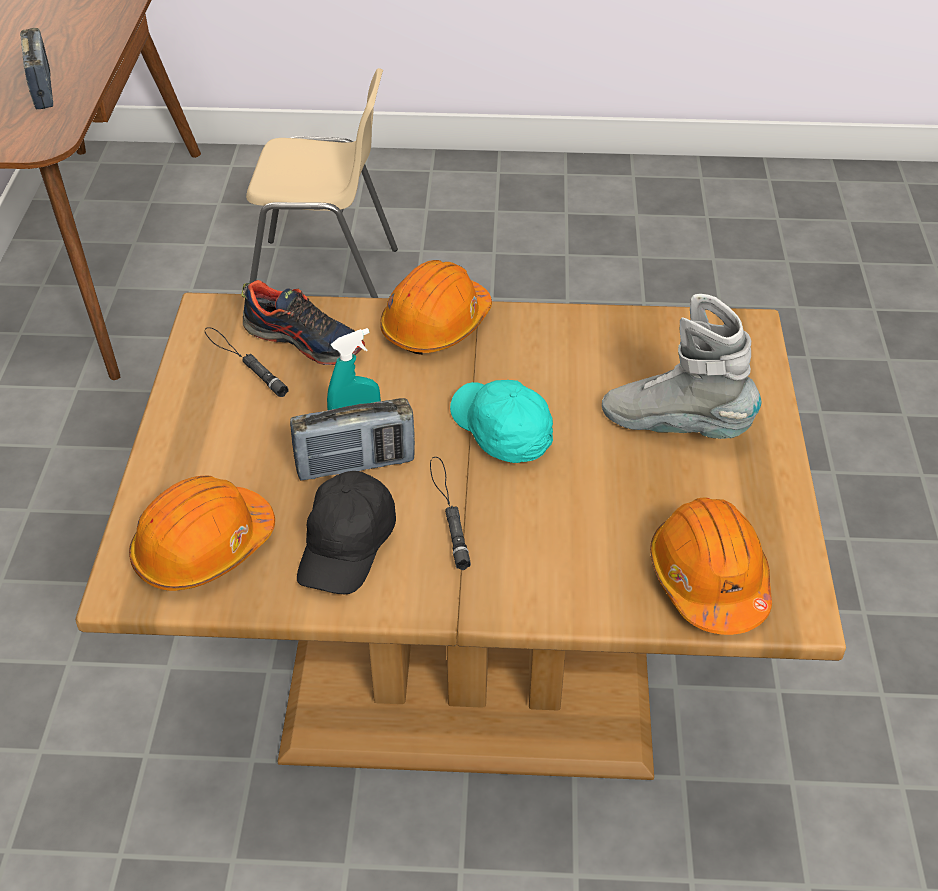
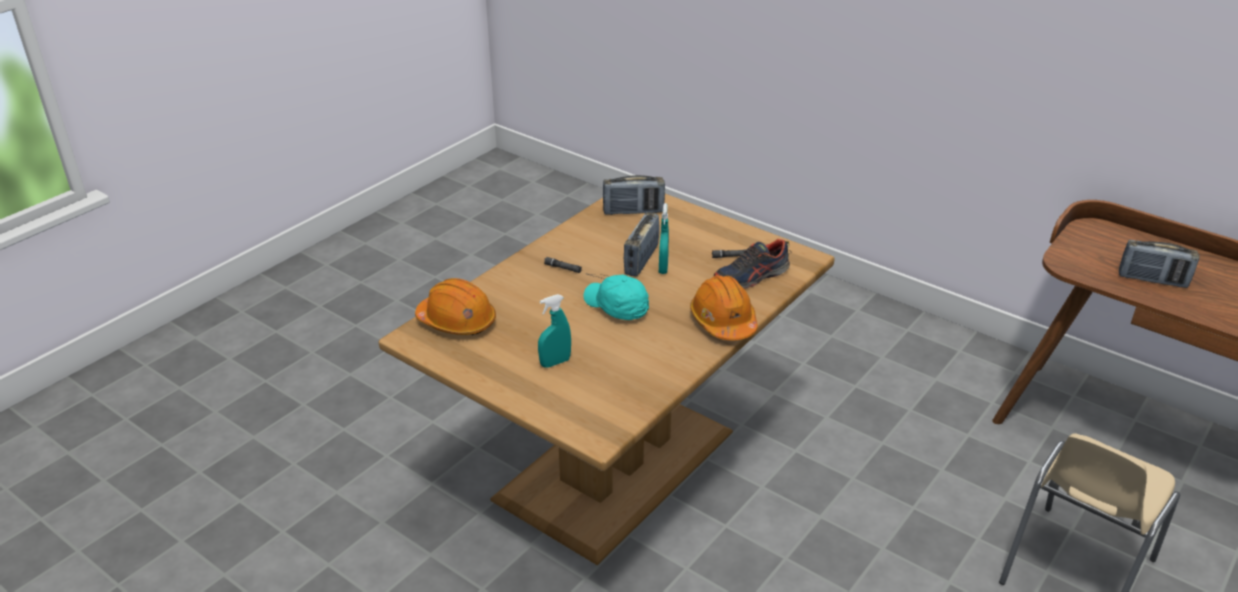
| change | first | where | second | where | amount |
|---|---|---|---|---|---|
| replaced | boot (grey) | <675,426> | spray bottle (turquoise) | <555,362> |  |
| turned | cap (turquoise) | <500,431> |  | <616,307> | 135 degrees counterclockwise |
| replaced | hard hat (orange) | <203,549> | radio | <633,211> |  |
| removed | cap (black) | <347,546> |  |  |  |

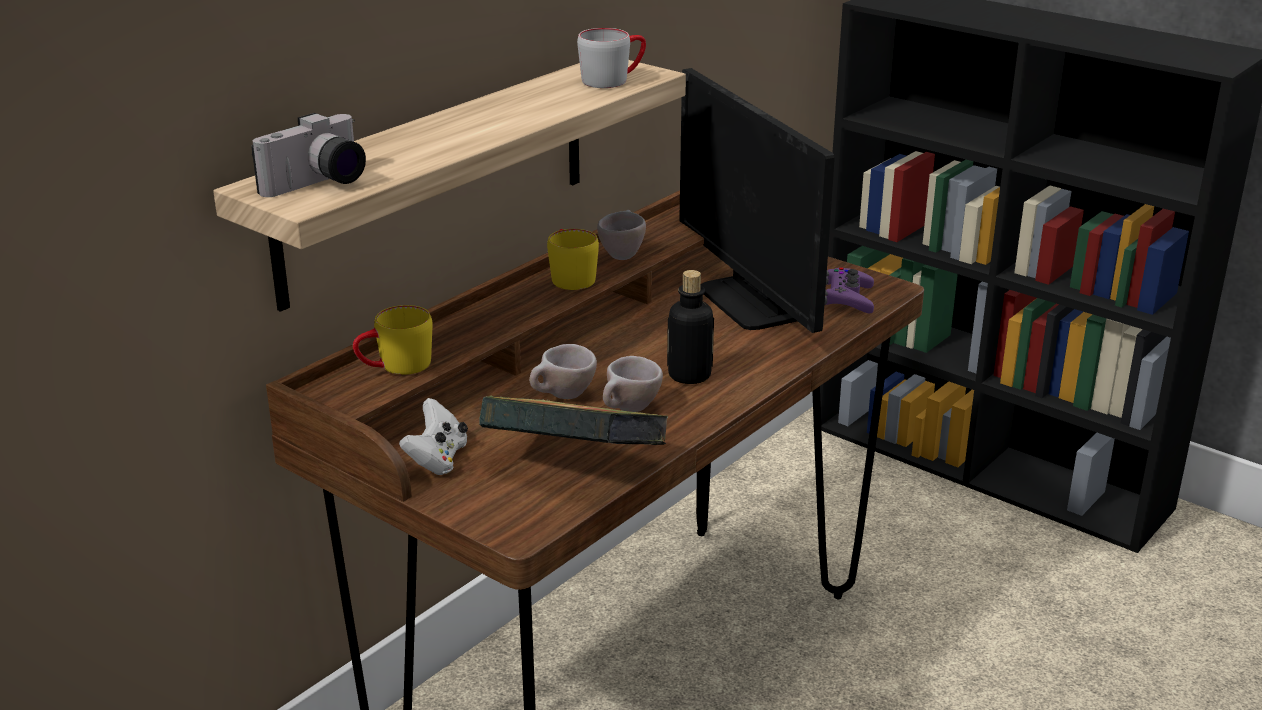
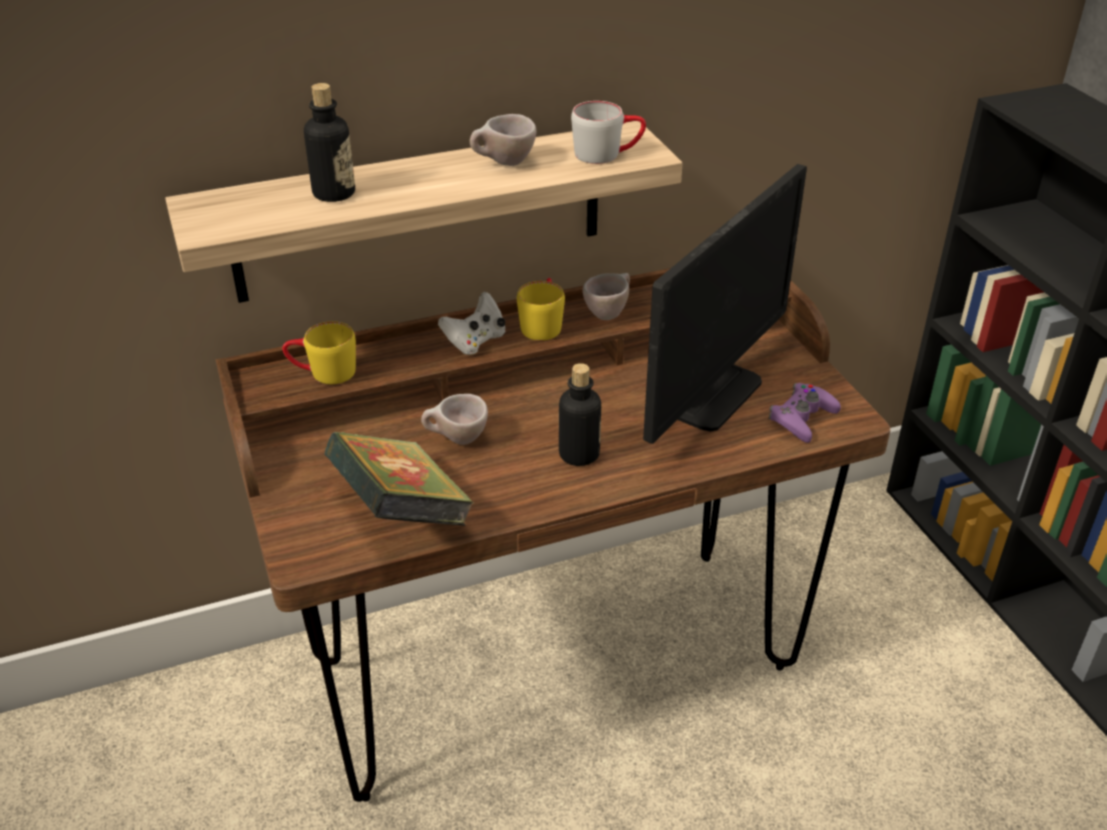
| change | first | where | second | where | amount |
|---|---|---|---|---|---|
| added |  |  | bottle | <334,193> |  |
| moved | game controller (white) | <437,459> |  | <475,341> |  |
| moved | cup (beige) | <629,411> |  | <503,164> |  |
| turned | monitor | <752,302> |  | <709,394> | 150 degrees counterclockwise |
| removed | photo camera | <319,185> |  |  |  |

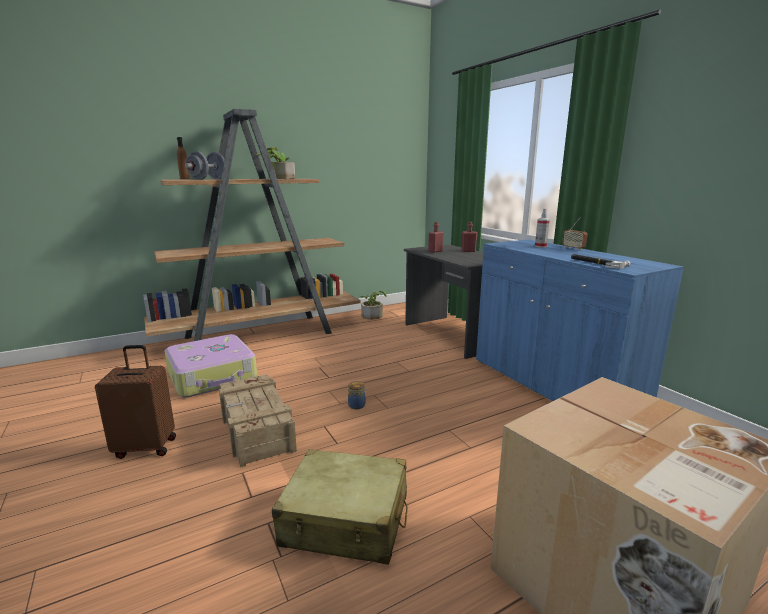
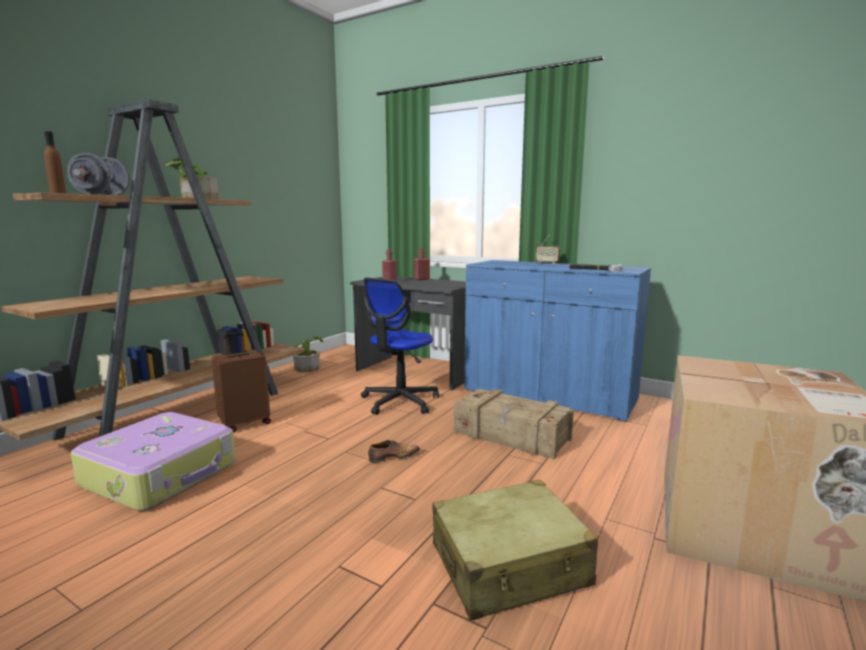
| change | first | where | second | where | amount |
|---|---|---|---|---|---|
| moved | suitcase (brown) | <146,447> |  | <245,423> |  |
| added |  |  | office chair | <400,401> |  |
| replaced | jar | <356,405> | shoe | <393,457> |  |
| moved | crate | <256,430> |  | <512,436> |  |
| removed | spray bottle | <540,246> |  |  |  |

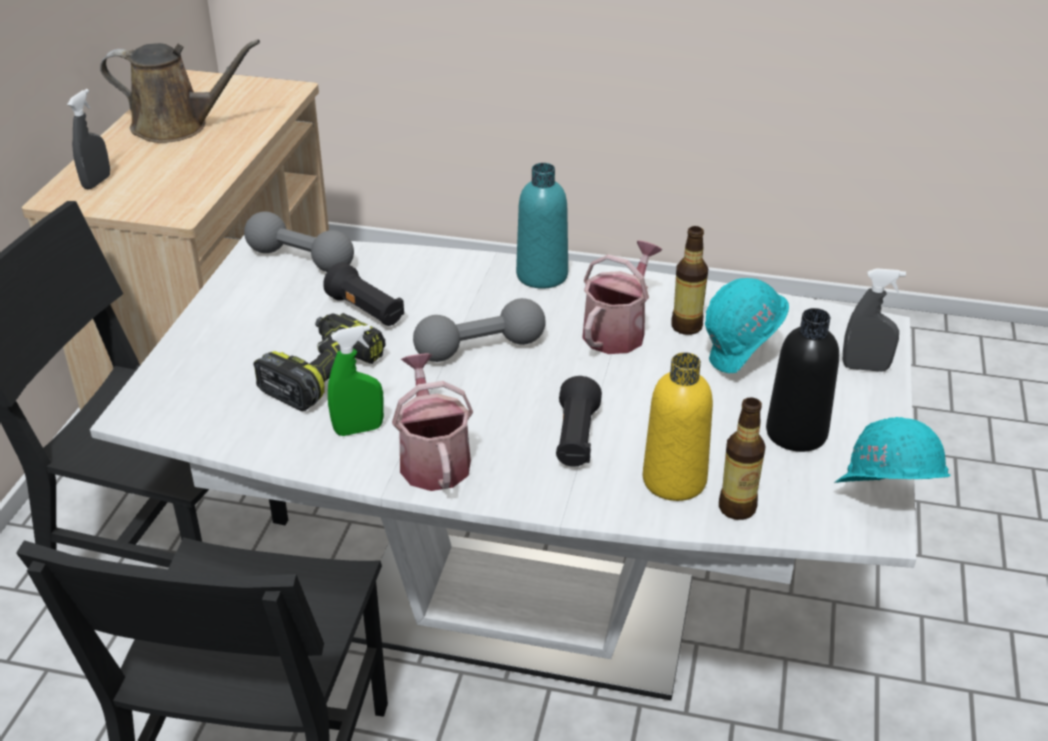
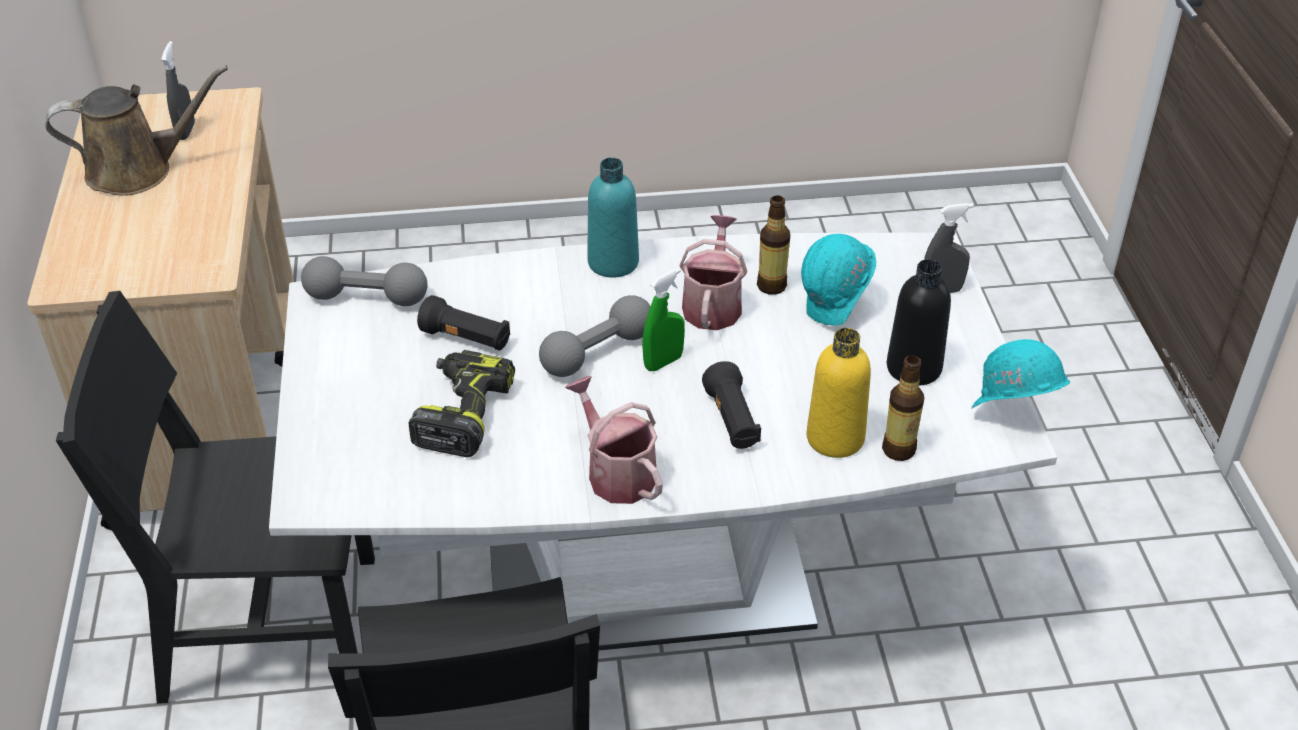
| change | first | where | second | where | amount |
|---|---|---|---|---|---|
| moved | spray bottle (grey) | <97,182> |  | <186,131> |  |
| moved | spray bottle (green) | <359,429> |  | <663,362> |  |

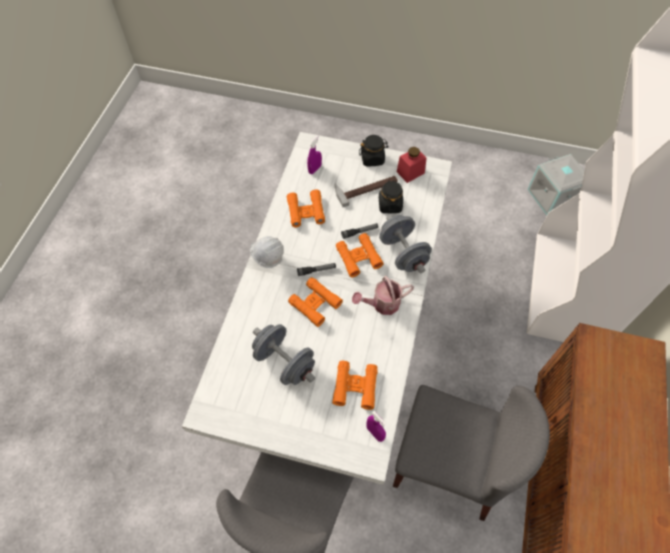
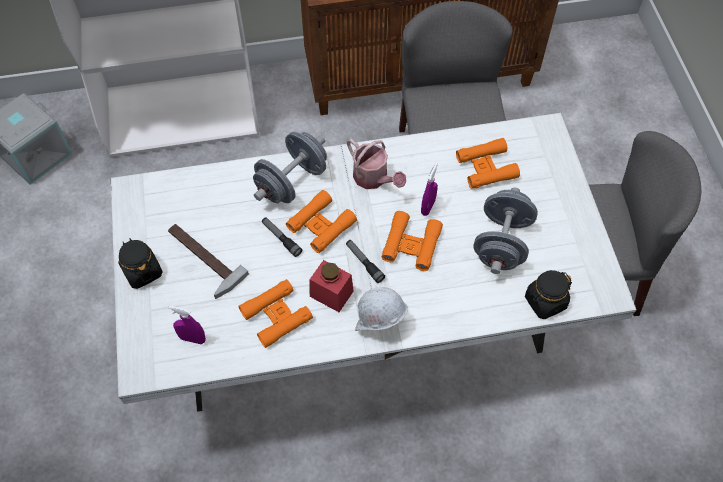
| change | first | where | second | where | amount |
|---|---|---|---|---|---|
| moved | jar (red) | <410,172> |  | <331,293> |  |
| moved | spray bottle (purple) | <375,433> |  | <428,207> |  |
| moved | jar (black) | <390,205> |  | <545,302> |  |

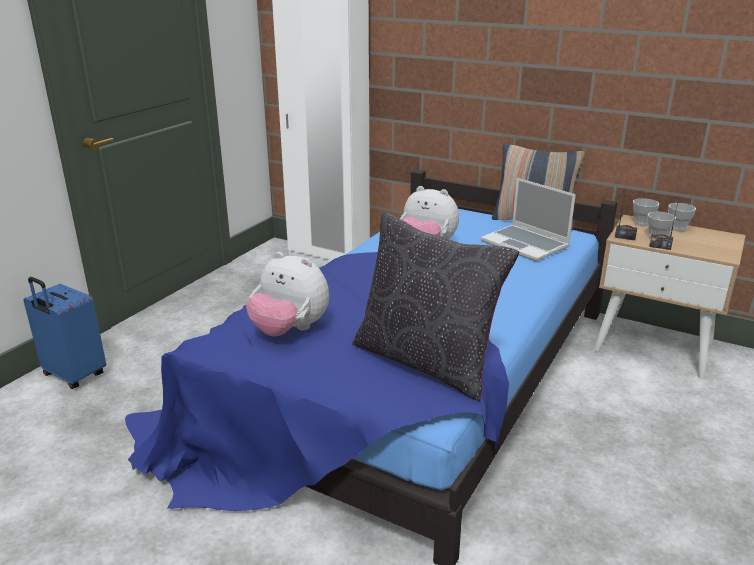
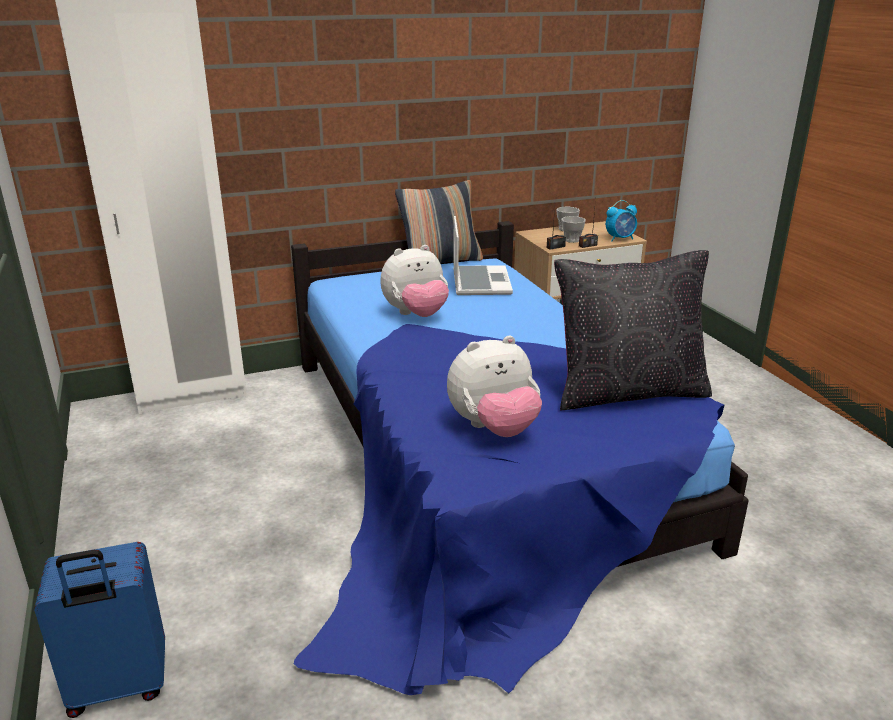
| change | first | where | second | where | amount |
|---|---|---|---|---|---|
| turned | laptop | <526,244> |  | <479,282> | 90 degrees counterclockwise |
| added |  |  | alarm clock | <620,239> |  |
| removed | cup | <642,223> |  |  |  |

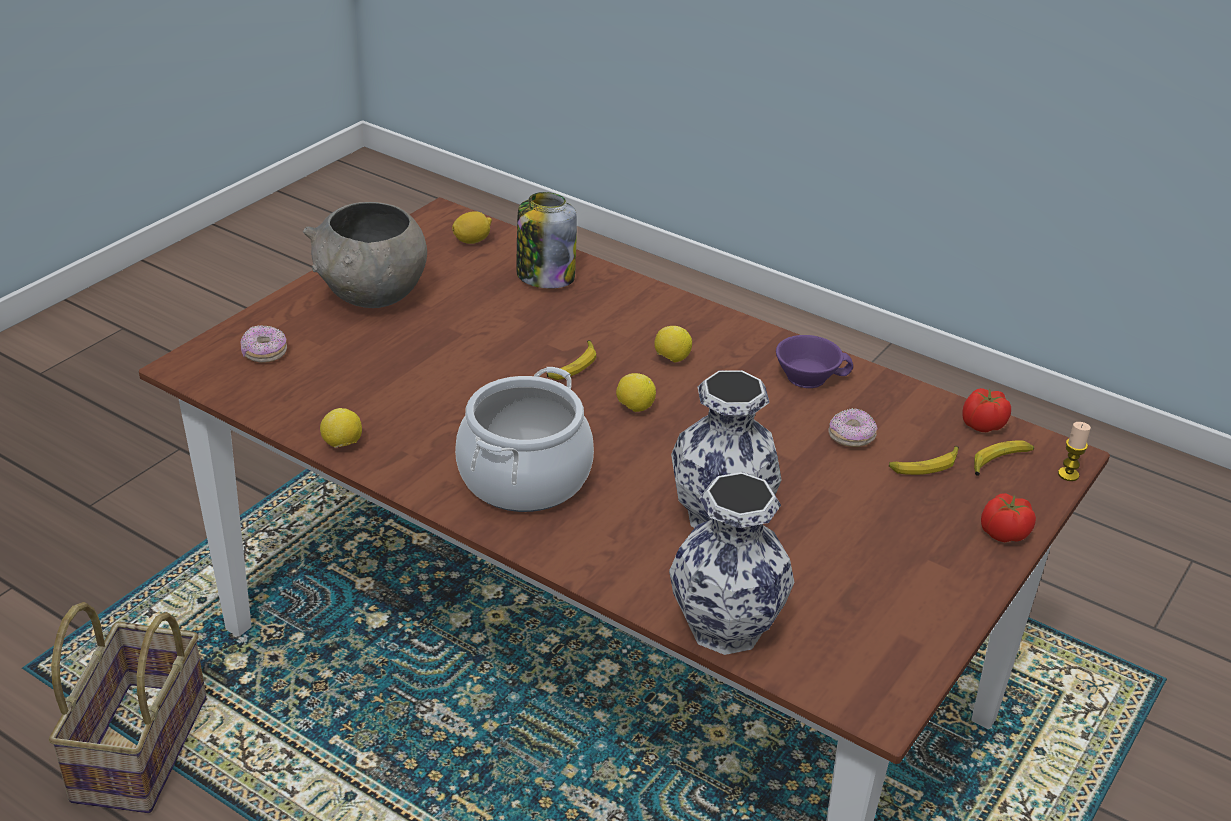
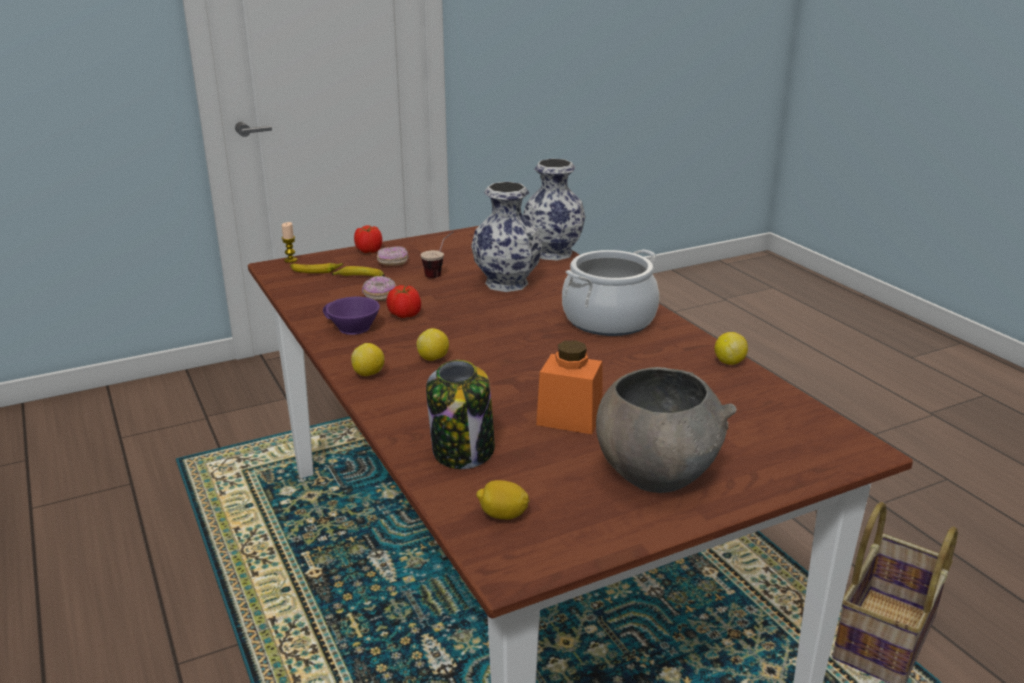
| change | first | where | second | where | amount |
|---|---|---|---|---|---|
| moved | lemon | <634,408> |  | <369,374> |  |
| moved | donut | <264,353> |  | <393,263> |  |
| moved | tomato | <982,425> |  | <404,315> |  |
| added |  |  | cup | <439,273> |  |
| added |  |  | jar (orange) | <569,418> |  |
| removed | banana | <573,366> |  |  |  |

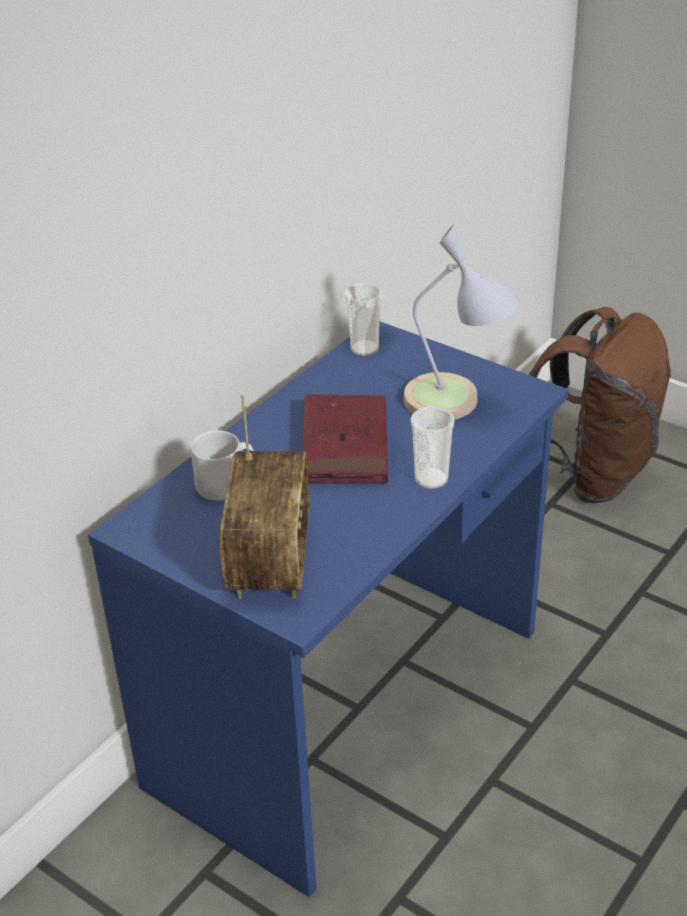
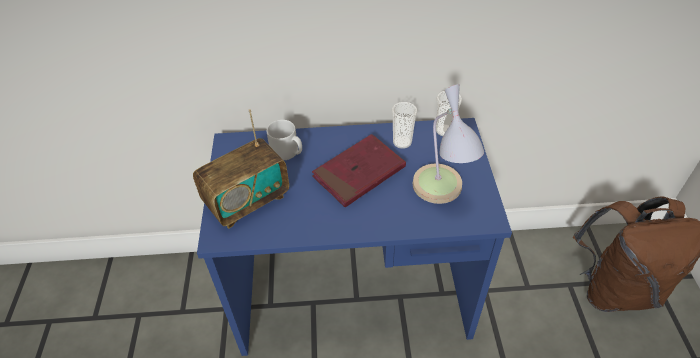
| change | first | where | second | where | amount |
|---|---|---|---|---|---|
| moved | cup | <431,479> |  | <402,142> |  |

